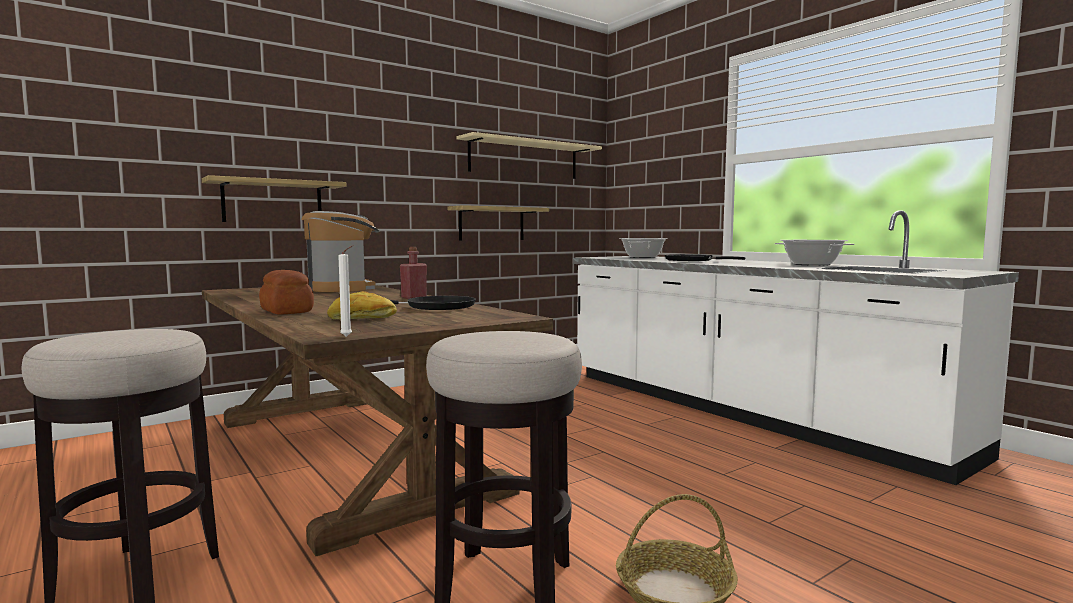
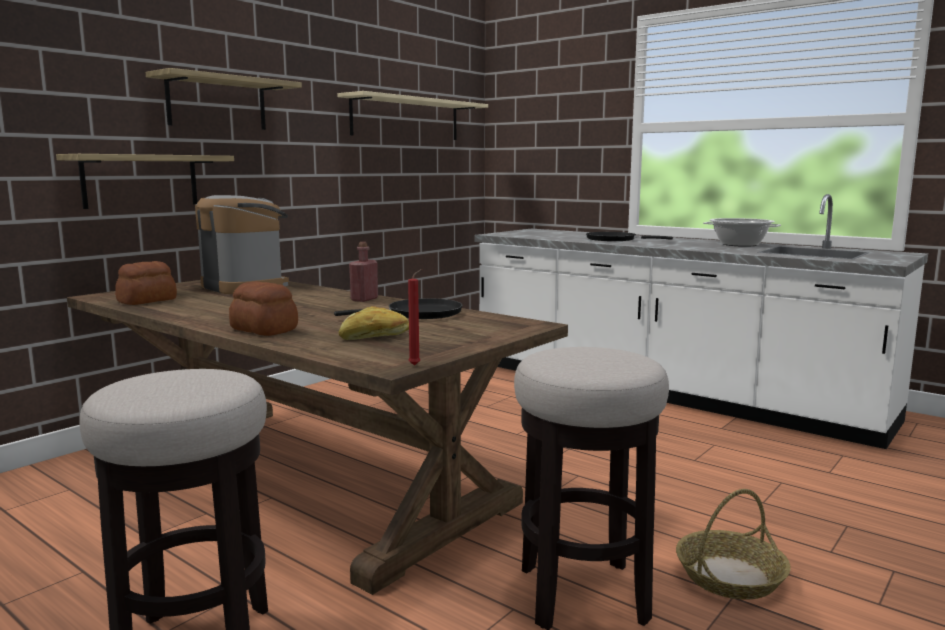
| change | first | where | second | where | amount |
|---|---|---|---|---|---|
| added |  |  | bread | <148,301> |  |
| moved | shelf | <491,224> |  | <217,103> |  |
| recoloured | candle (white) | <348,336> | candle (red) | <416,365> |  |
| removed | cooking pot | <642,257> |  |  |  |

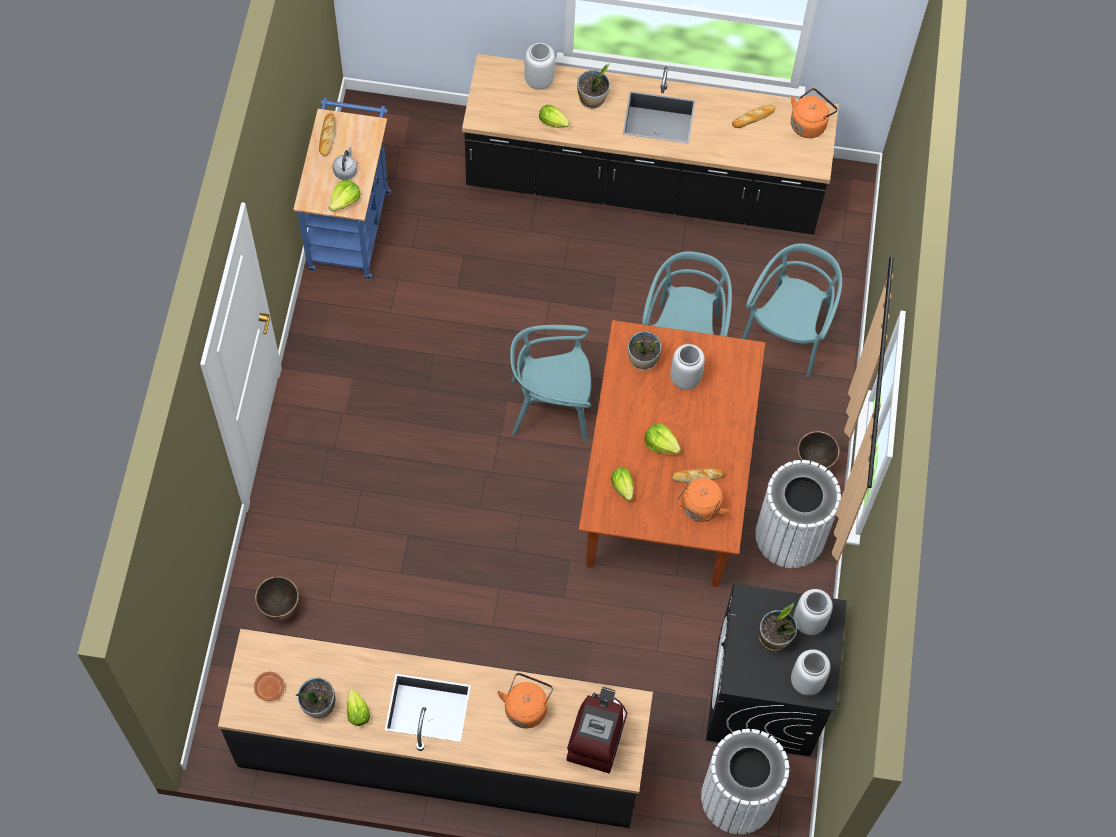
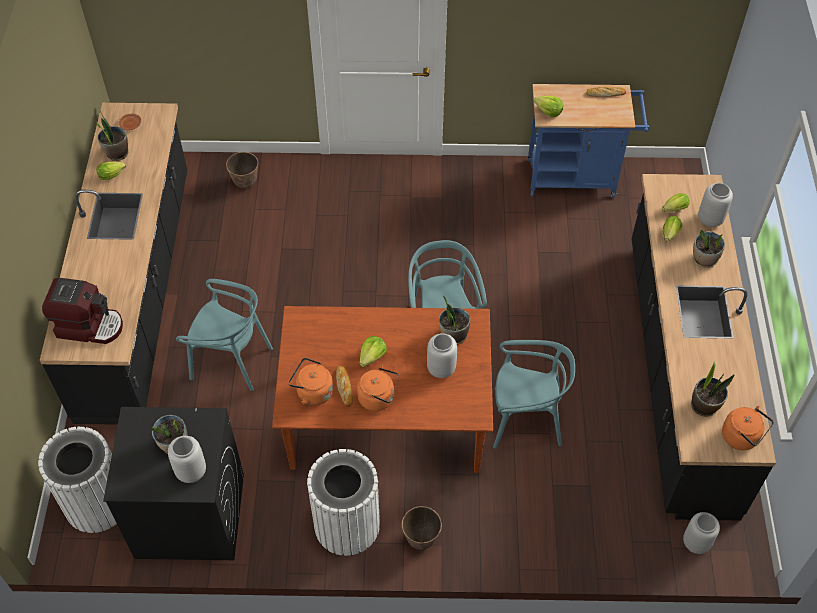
| change | first | where | second | where | amount |
|---|---|---|---|---|---|
| moved | chair (turquoise) | <787,334> |  | <231,360> |  |
| moved | kettle (orange) | <526,707> |  | <378,398> |  |
| moved | lettuce | <623,489> |  | <673,210> |  |
| moved | vase (grey) | <806,681> |  | <696,542> |  |
| added |  |  | potted plant | <704,405> |  |
| removed | kettle (grey) | <346,170> |  |  |  |
| removed | bread | <753,117> |  |  |  |

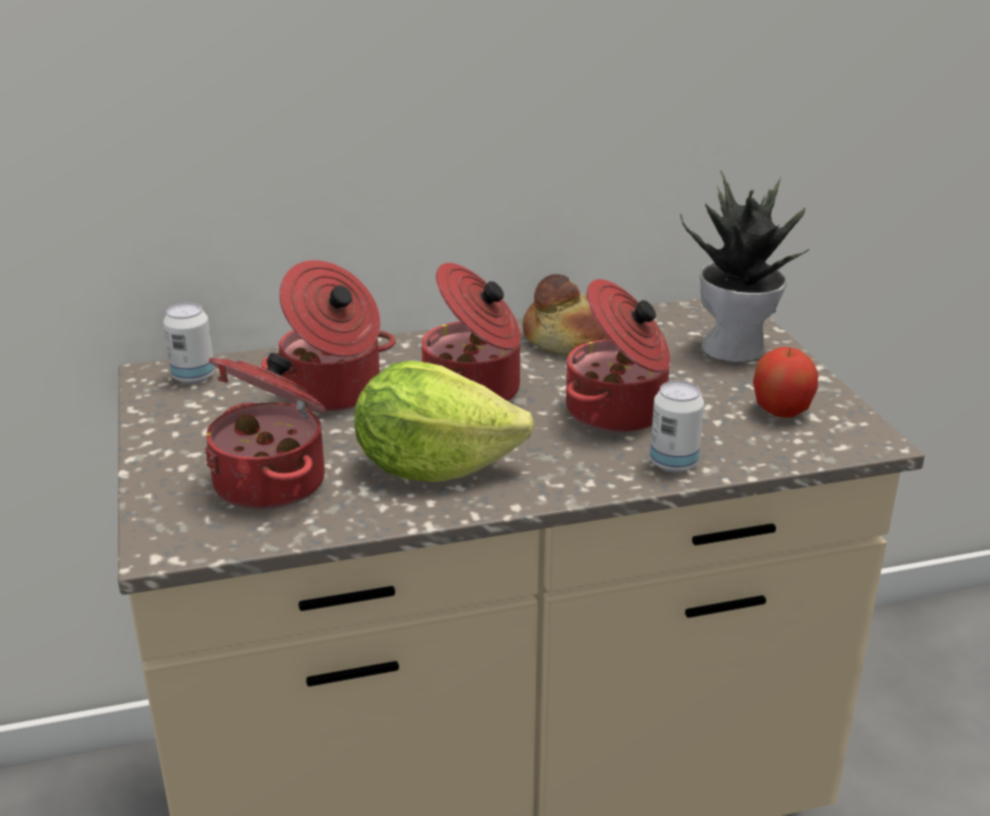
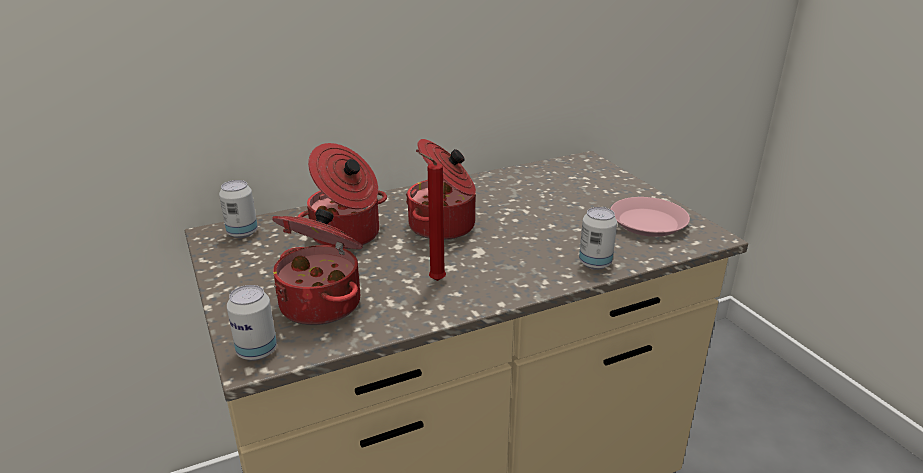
| change | first | where | second | where | amount |
|---|---|---|---|---|---|
| added |  |  | can | <257,351> |  |
| replaced | lettuce | <433,467> | candle (red) | <434,281> |  |
| replaced | apple | <781,411> | plate (pink) | <648,222> |  |
| removed | bread | <567,339> |  |  |  |
| removed | cooking pot | <618,412> |  |  |  |
| removed | potted plant | <736,348> |  |  |  |

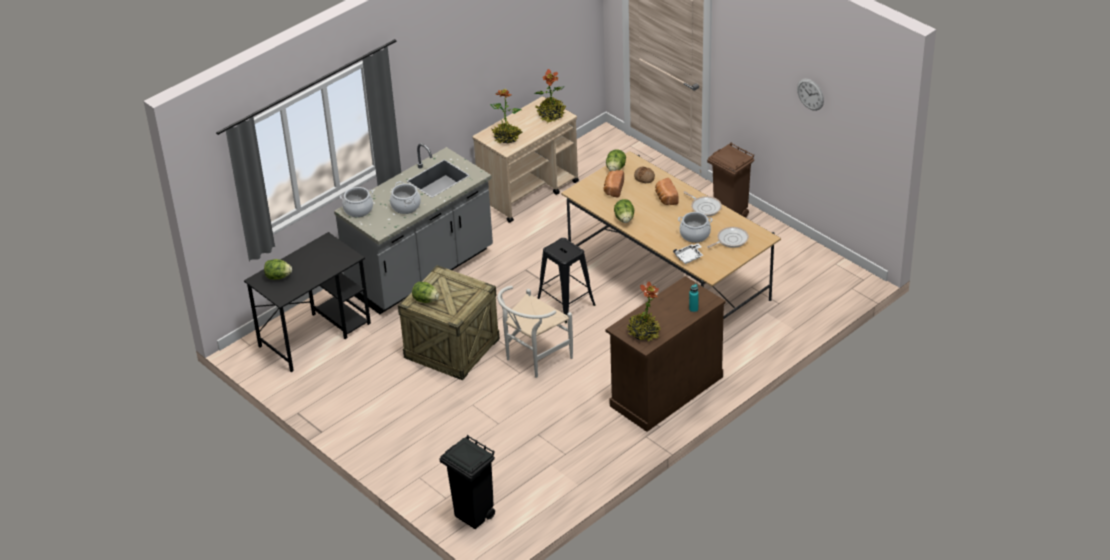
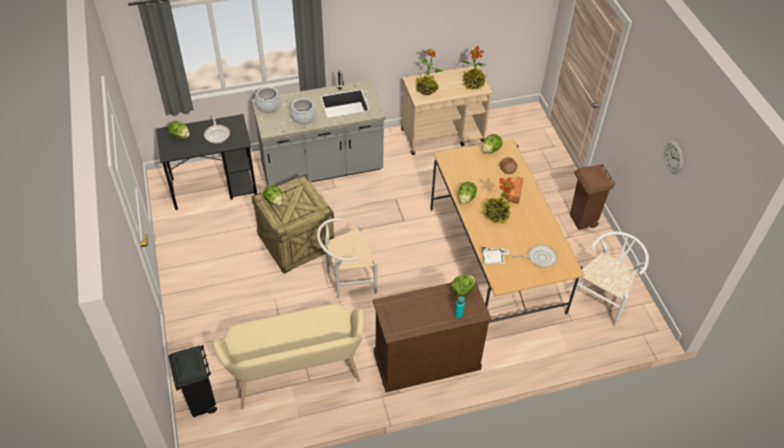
| change | first | where | second | where | amount |
|---|---|---|---|---|---|
| moved | frying pan | <705,207> |  | <217,134> |  |
| added |  |  | bench (beige) | <296,376> |  |
| added |  |  | lettuce | <462,290> |  |
| moved | potted plant | <643,333> |  | <496,214> |  |
| added |  |  | chair (white) | <602,298> |  |
| removed | stool (black) | <566,304> |  |  |  |
| removed | bread | <613,189> |  |  |  |
| removed | cooking pot | <695,234> |  |  |  |

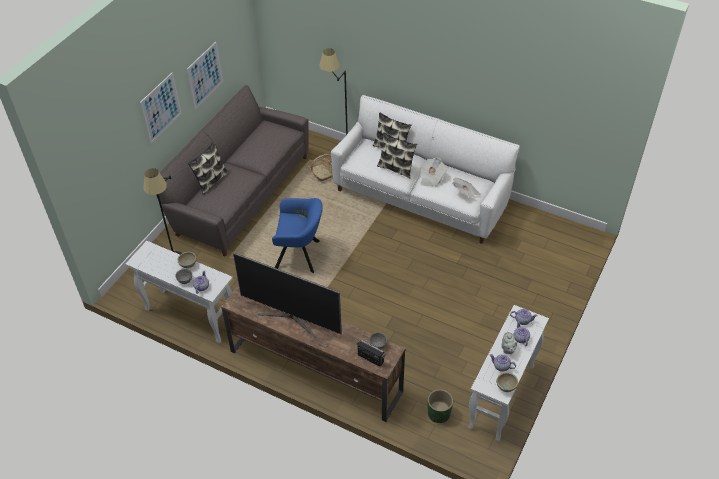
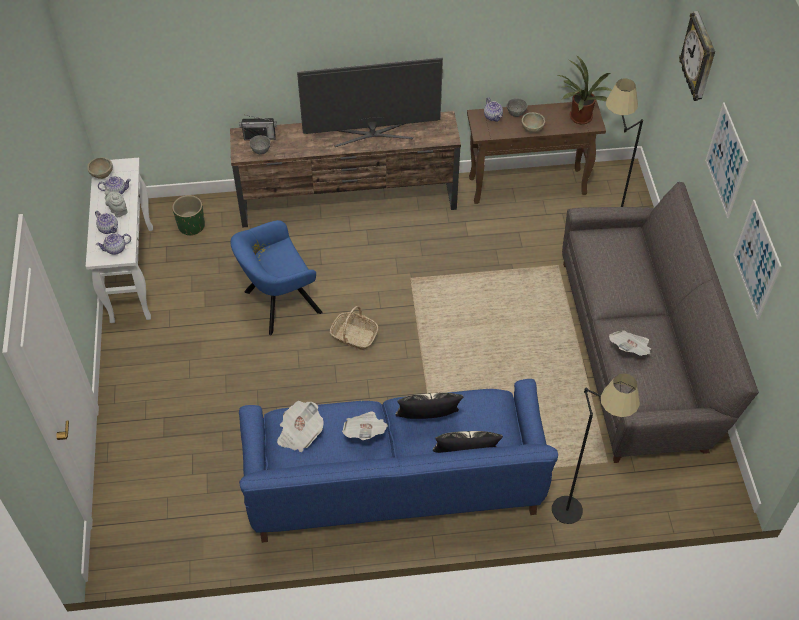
| change | first | where | second | where | amount |
|---|---|---|---|---|---|
| moved | armchair (blue) | <300,255> |  | <278,303> |  |
| recoloured | sofa (white) | <420,198> | sofa (blue) | <394,486> |  |
| moved | basket | <321,172> |  | <354,336> |  |
| recoloured | console table (white) | <189,316> | console table (brown) | <528,185> |  |
| added |  |  | potted plant | <579,118> |  |
| added |  |  | newspaper | <630,349> |  |
| added |  |  | wall clock | <699,58> |  |
| removed | pillow | <211,181> |  |  |  |

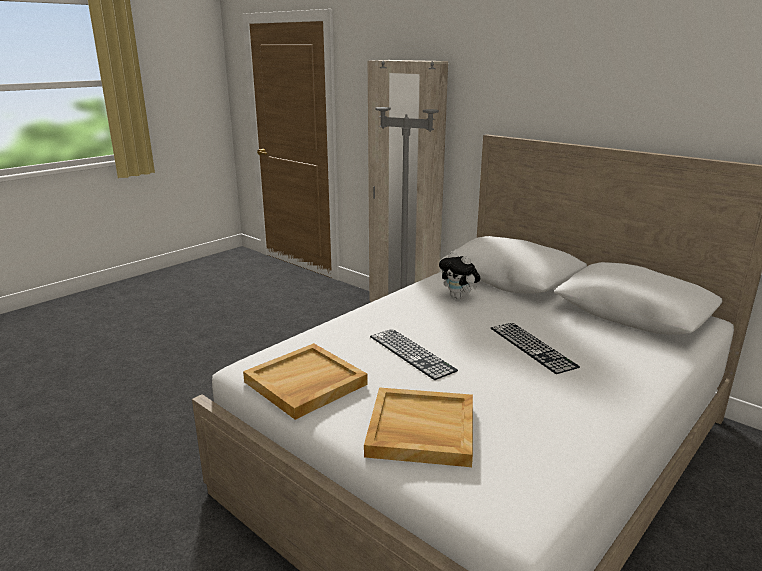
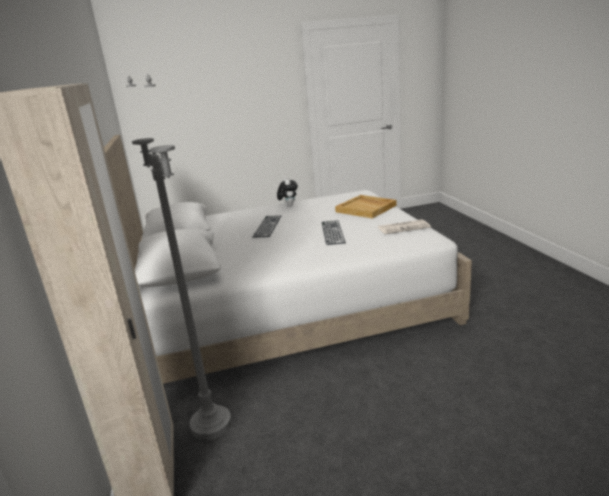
| change | first | where | second | where | amount |
|---|---|---|---|---|---|
| moved | plush toy | <459,297> |  | <288,206> |  |
| replaced | tray (beige) | <305,384> | newspaper | <404,227> |  |

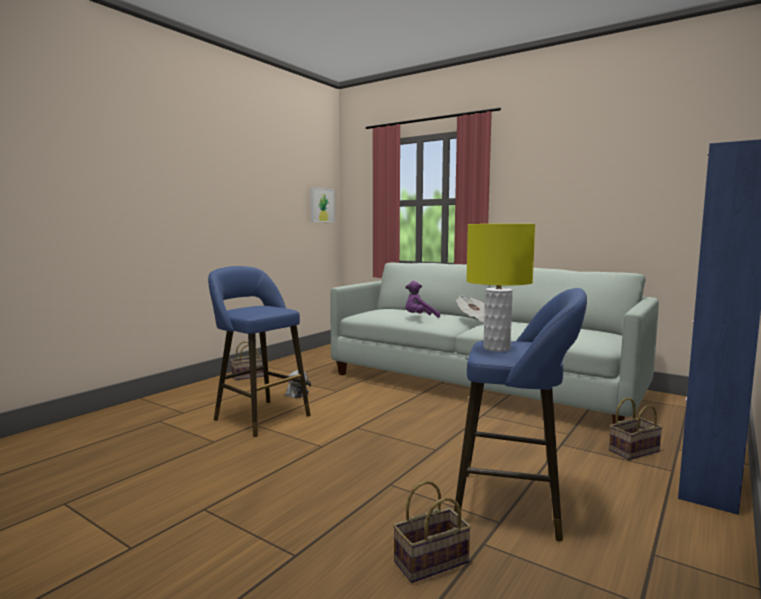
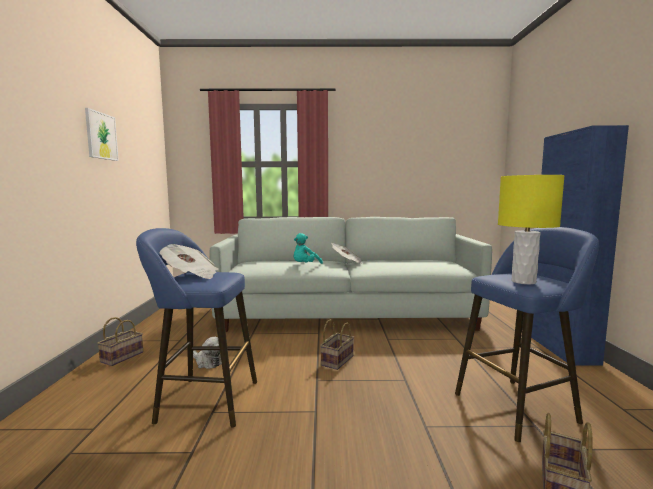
| change | first | where | second | where | amount |
|---|---|---|---|---|---|
| moved | picture | <322,205> |  | <101,136> |  |
| added |  |  | newspaper | <190,275> |  |
| recoloured | plush toy (purple) | <419,317> | plush toy (turquoise) | <305,265> |  |
| moved | basket | <634,450> |  | <337,360> |  |

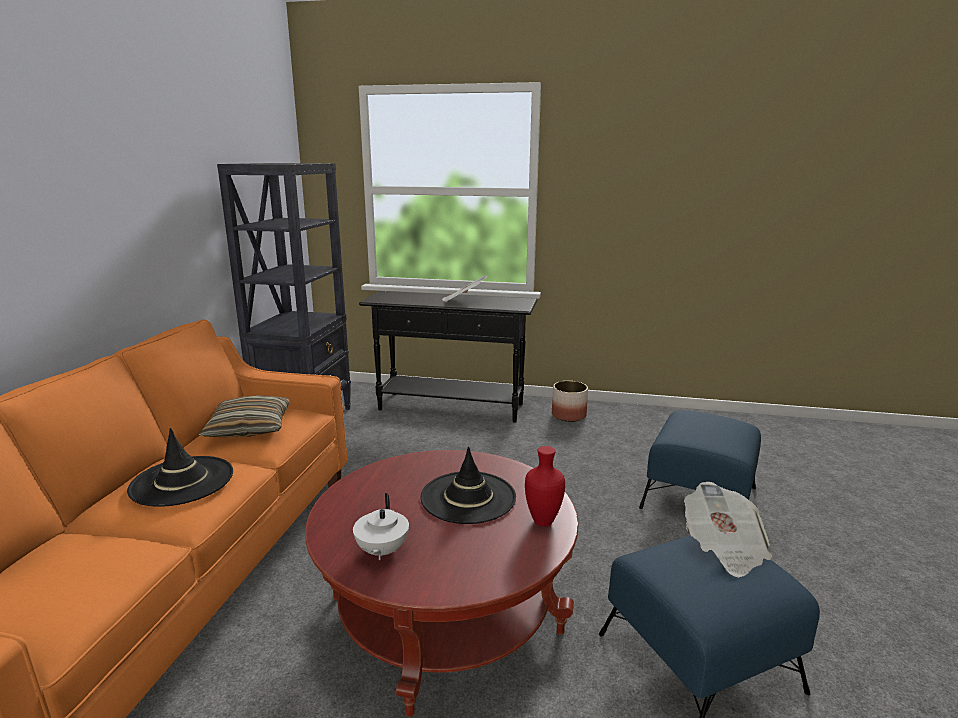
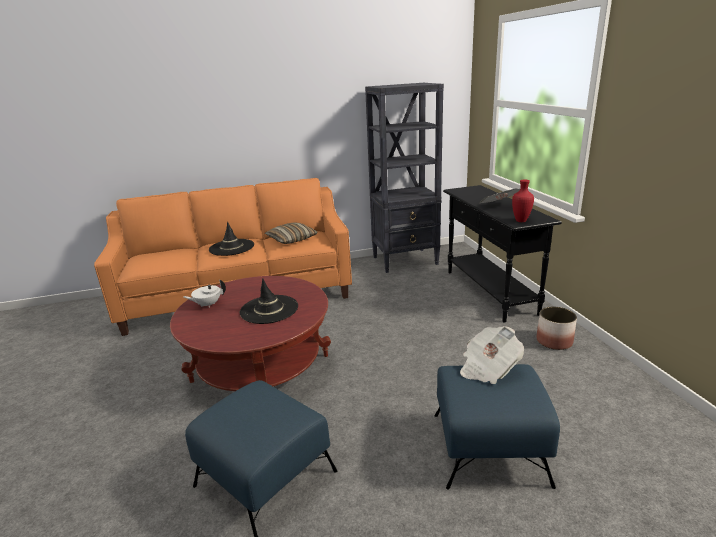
| change | first | where | second | where | amount |
|---|---|---|---|---|---|
| moved | newspaper | <723,548> |  | <488,368> |  |
| moved | vase (red) | <543,522> |  | <520,221> |  |

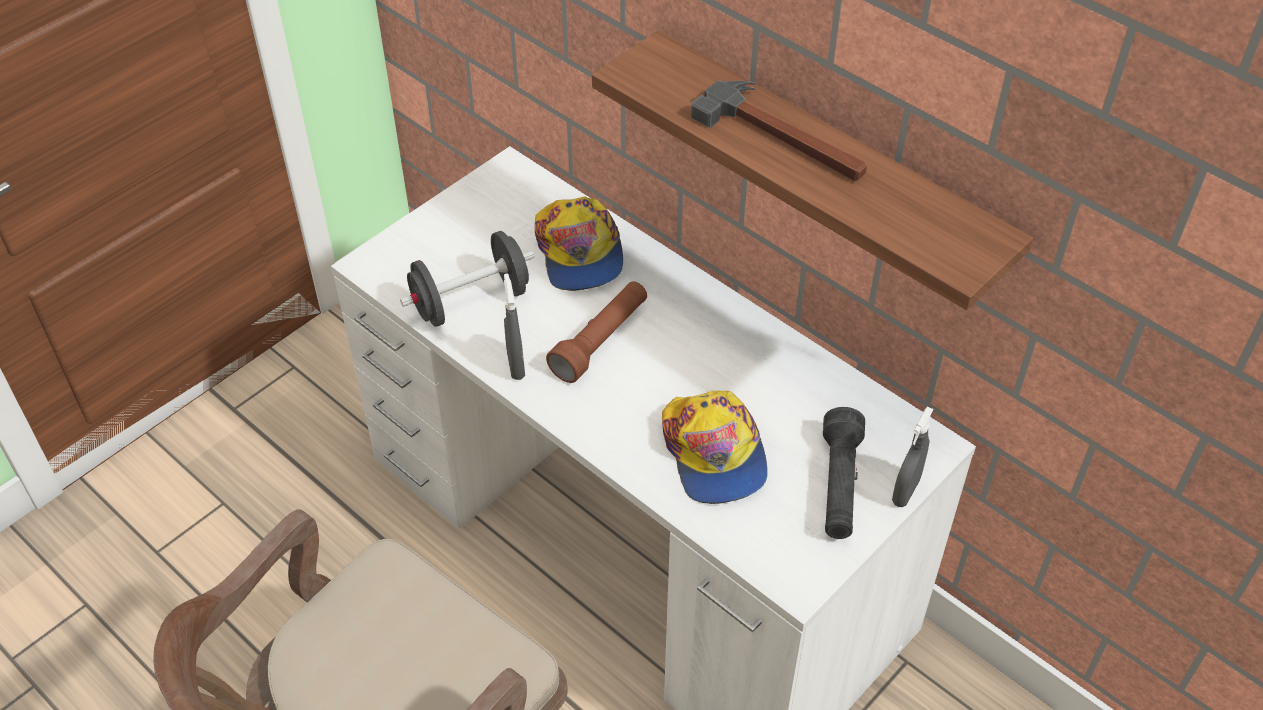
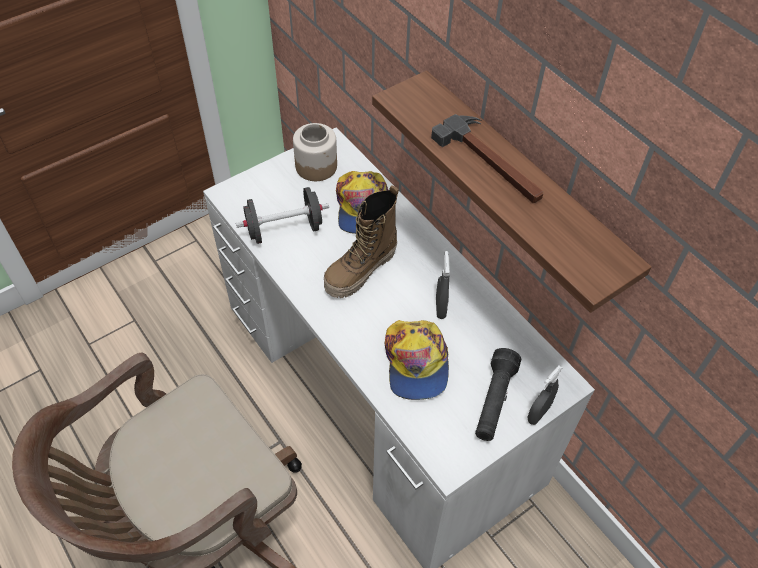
| change | first | where | second | where | amount |
|---|---|---|---|---|---|
| added |  |  | jar | <316,166> |  |
| replaced | flashlight (brown) | <601,341> | boot | <361,271> |  |
| moved | spray bottle (grey) | <516,365> |  | <440,308> |  |

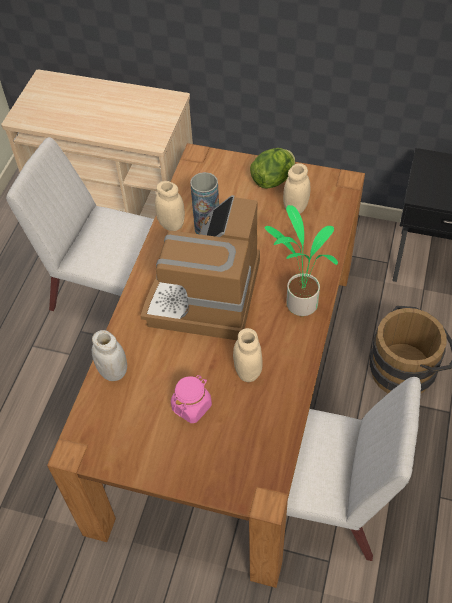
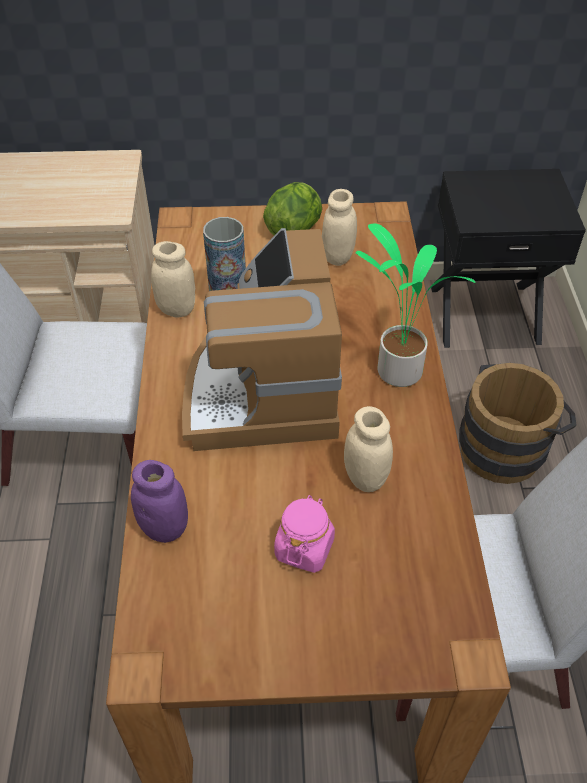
| change | first | where | second | where | amount |
|---|---|---|---|---|---|
| recoloured | jar (white) | <113,372> | jar (purple) | <165,528> |  |

